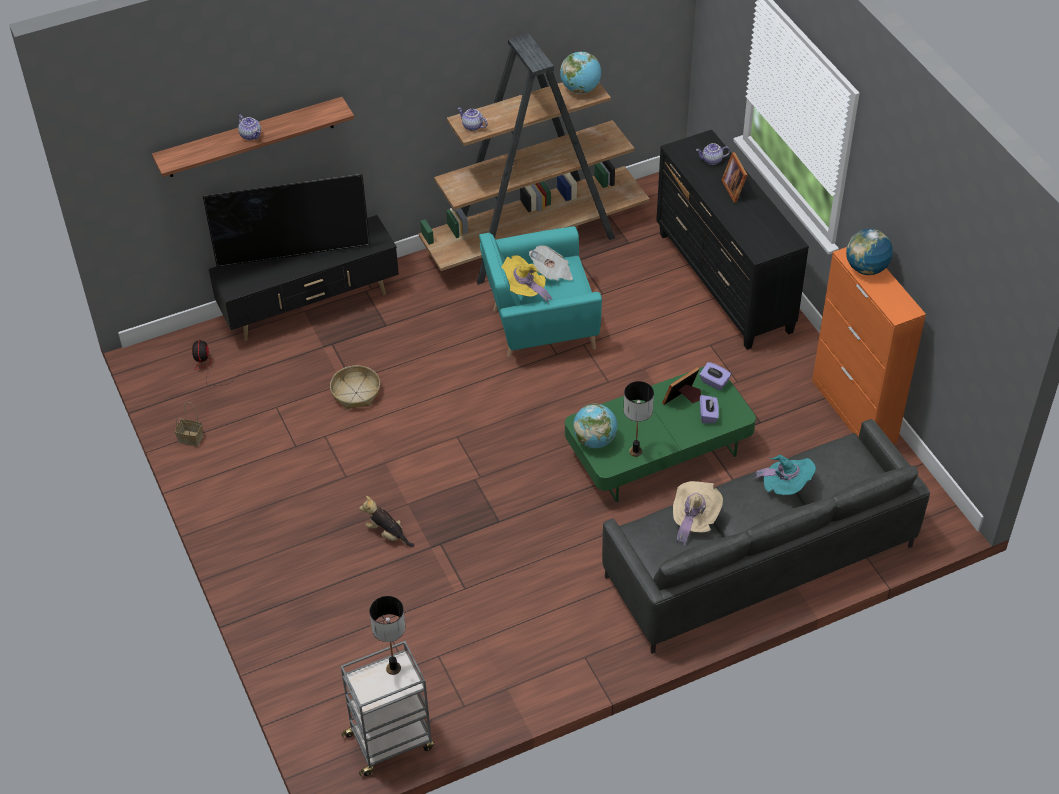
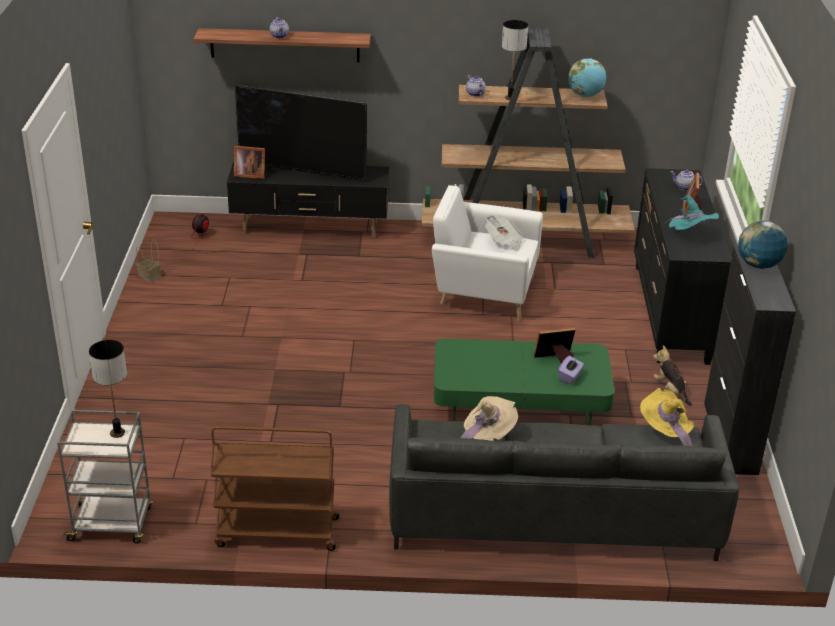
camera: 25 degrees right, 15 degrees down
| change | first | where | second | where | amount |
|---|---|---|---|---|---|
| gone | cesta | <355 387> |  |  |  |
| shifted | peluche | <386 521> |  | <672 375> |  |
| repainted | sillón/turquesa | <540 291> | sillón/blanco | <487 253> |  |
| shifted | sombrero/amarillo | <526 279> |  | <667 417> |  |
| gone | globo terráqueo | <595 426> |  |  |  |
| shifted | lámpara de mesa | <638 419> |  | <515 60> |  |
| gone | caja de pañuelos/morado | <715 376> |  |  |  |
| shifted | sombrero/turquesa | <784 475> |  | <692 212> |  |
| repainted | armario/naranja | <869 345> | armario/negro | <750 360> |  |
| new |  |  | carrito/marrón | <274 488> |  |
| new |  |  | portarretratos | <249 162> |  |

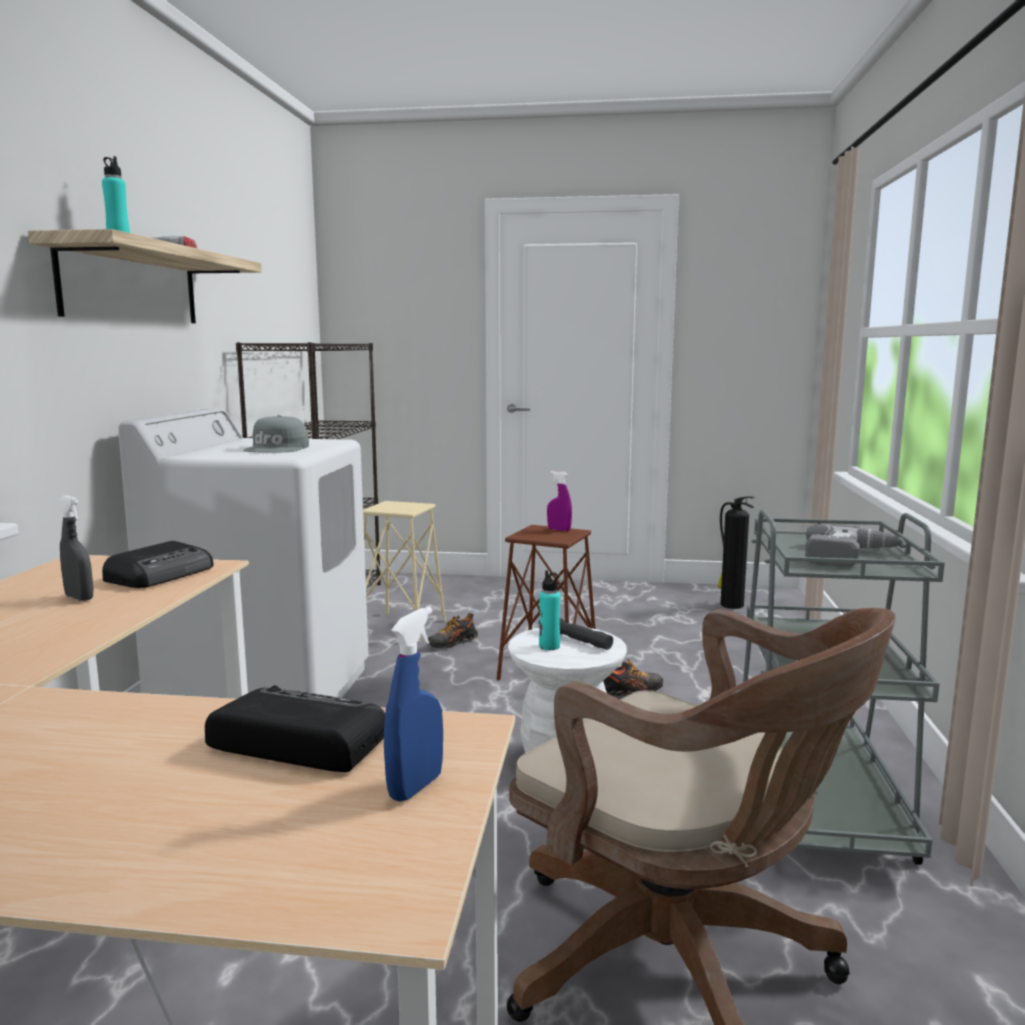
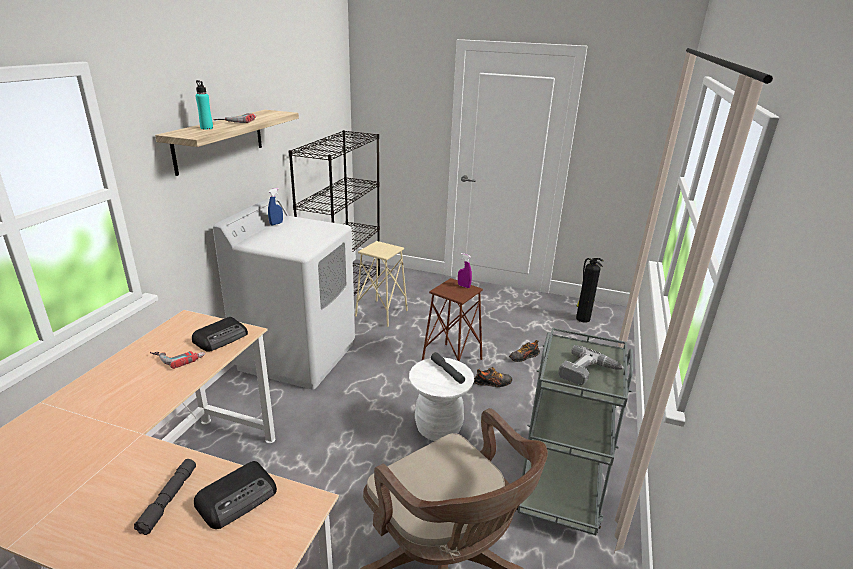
camera: 10 degrees right, 15 degrees up
| change | first | where | second | where | amount |
|---|---|---|---|---|---|
| swapped | pulverizador/gris | <76 548> | taladro | <177 360> |  |
| rotated | radio | <295 729> |  | <235 495> | 105 degrees clockwise |
| gone | gorra/gris | <276 433> |  |  |  |
| shifted | pulverizador/azul | <413 704> |  | <275 206> |  |
| shifted | zapato | <453 631> |  | <524 351> |  |
| gone | botella/turquesa | <550 610> |  |  |  |
| new |  |  | linterna/gris | <165 497> |  |

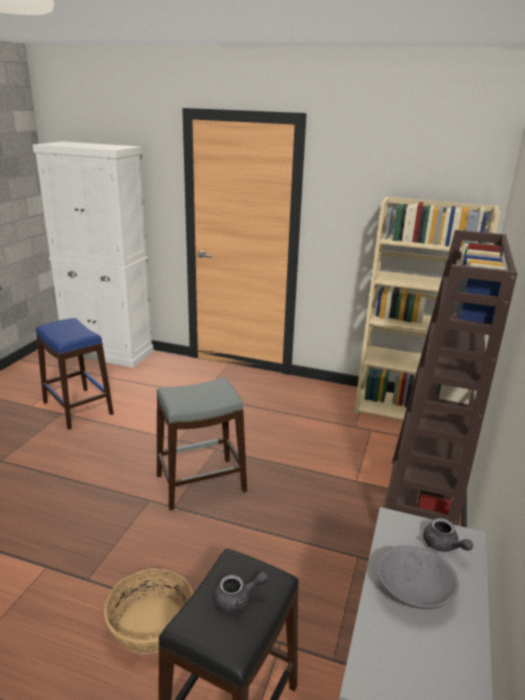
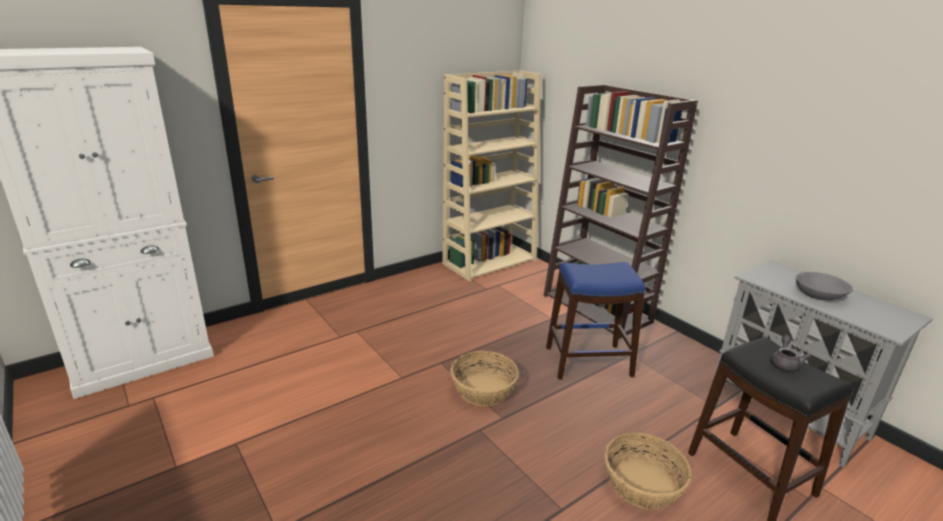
camera: 55 degrees left, 0 degrees up
| change | first | where | second | where | amount |
|---|---|---|---|---|---|
| shifted | taburete/azul | <75 374> |  | <595 321> |  |
| swapped | taburete/gris | <202 444> | cesta | <485 378> |  |
| gone | tetera/gris | <448 535> |  |  |  |

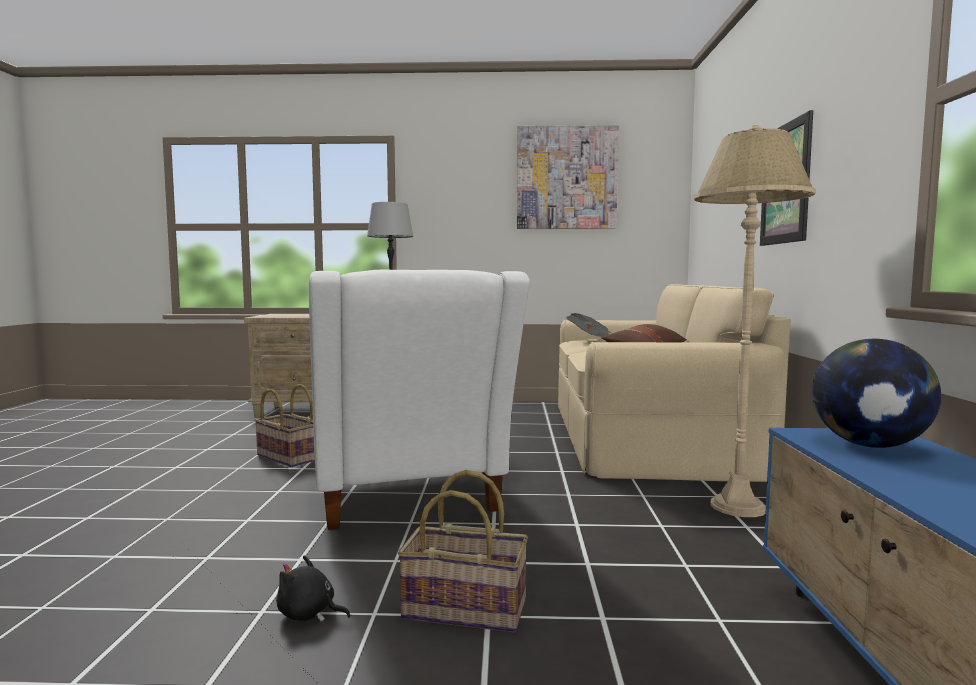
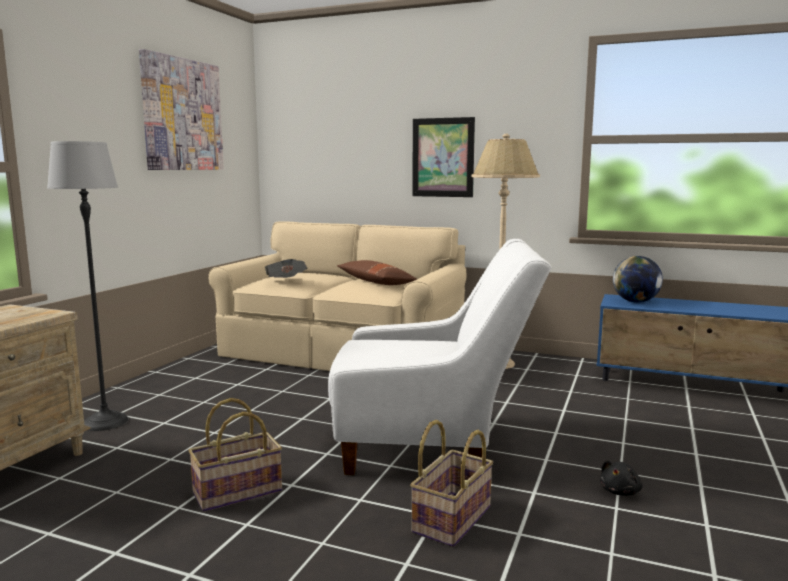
camera: 70 degrees left, 5 degrees up
| change | first | where | second | where | amount |
|---|---|---|---|---|---|
| shifted | cesta | <463 551> |  | <451 483> |  |

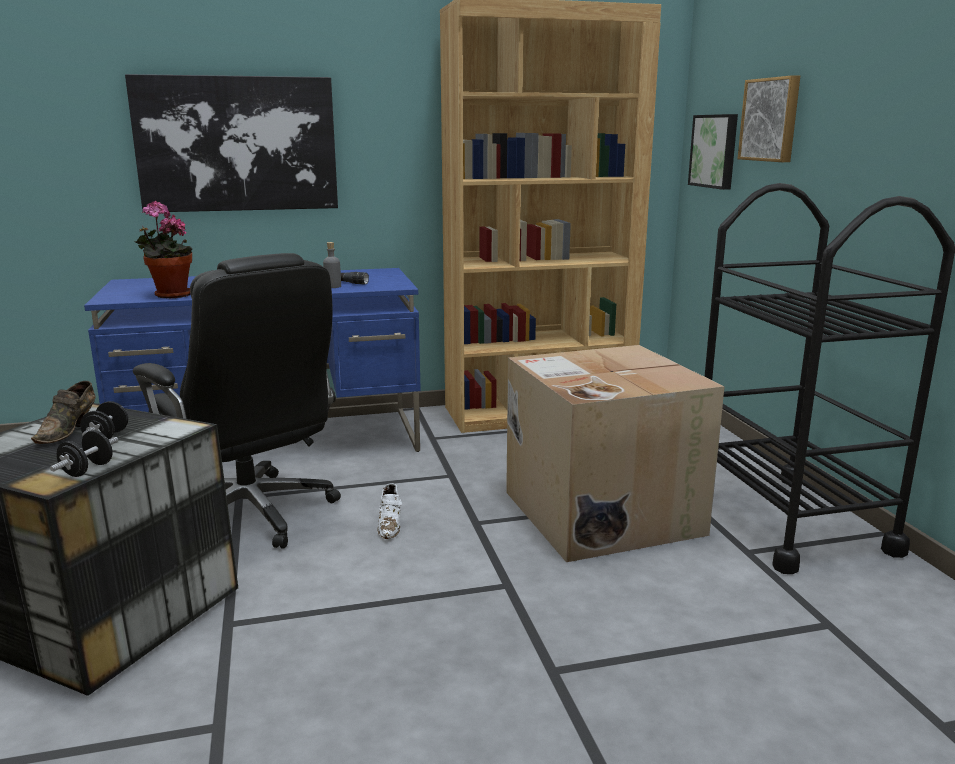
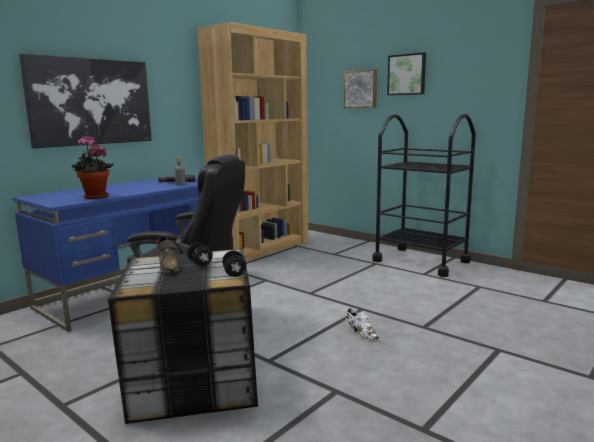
camera: 35 degrees left, 5 degrees down
| change | first | where | second | where | amount |
|---|---|---|---|---|---|
| shifted | zapato/blanco | <389 511> |  | <362 324> |  |
| gone | caja de cartón | <615 453> |  |  |  |
| shifted | cuadro | <713 152> |  | <406 74> |  |

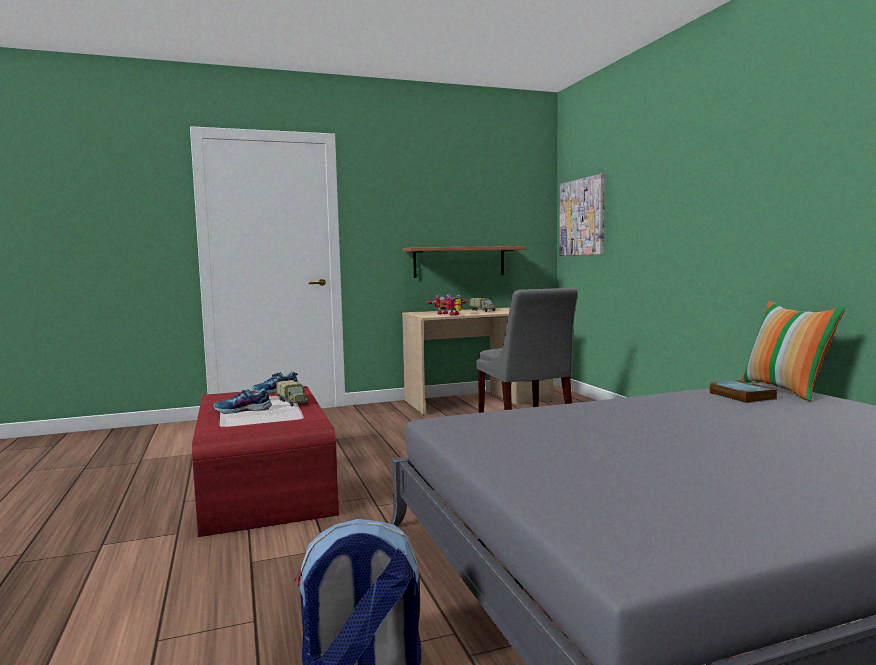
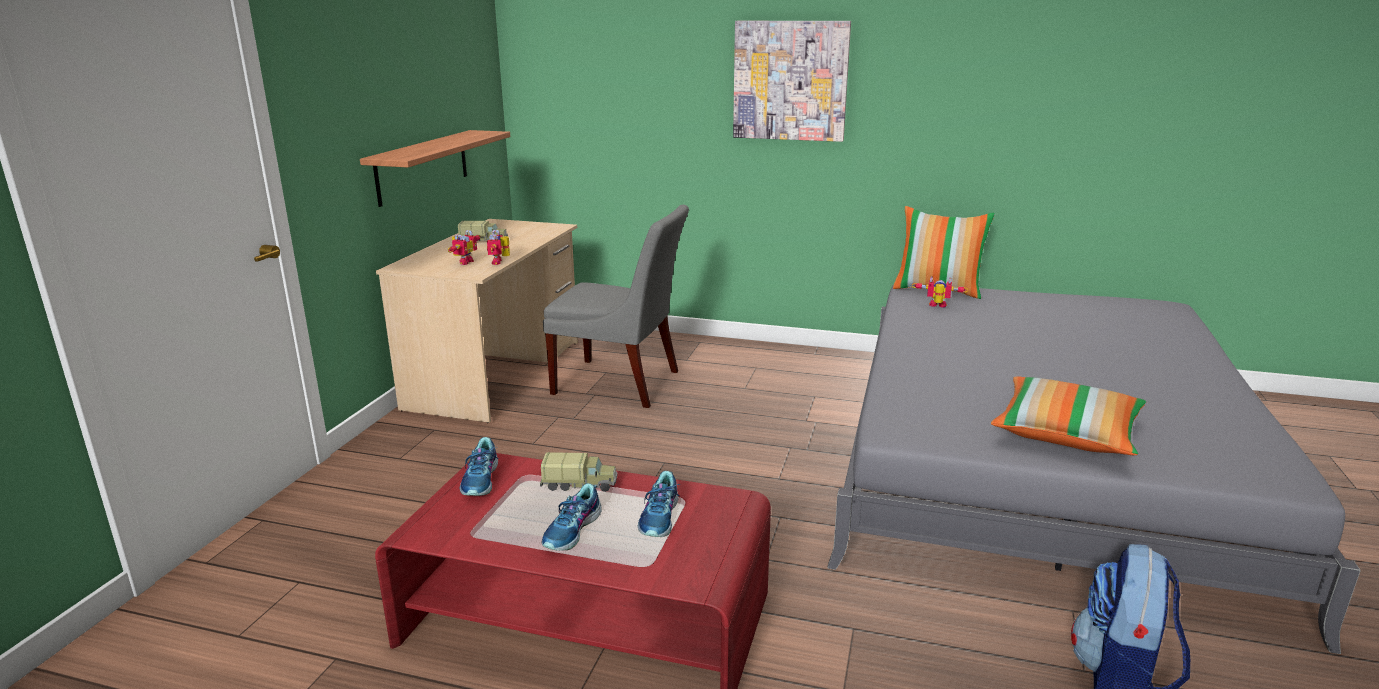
camera: 55 degrees left, 15 degrees up
| change | first | where | second | where | amount |
|---|---|---|---|---|---|
| shifted | cuadro | <582 215> |  | <792 81> |  |
| swapped | libro | <743 391> | robot de juguete | <940 291> |  |
| new |  |  | zapato | <659 504> |  |
| new |  |  | cojín | <1068 415> |  |

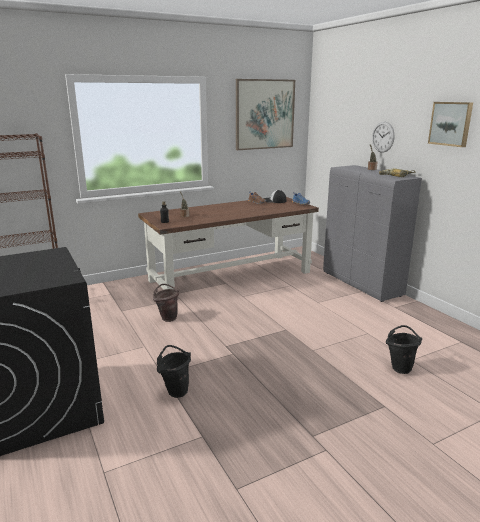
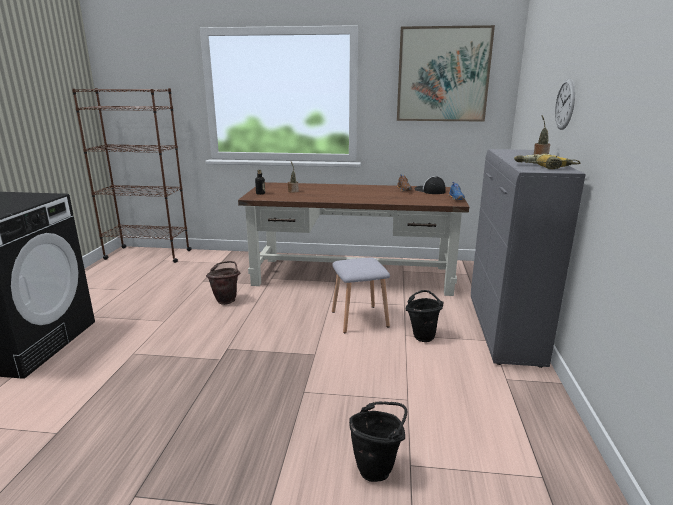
camera: 35 degrees right, 0 degrees up
| change | first | where | second | where | amount |
|---|---|---|---|---|---|
| shifted | cubo/negro | <174 371> |  | <425 316> |  |
| gone | cuadro | <450 124> |  |  |  |
| new |  |  | taburete/gris | <361 295> |  |

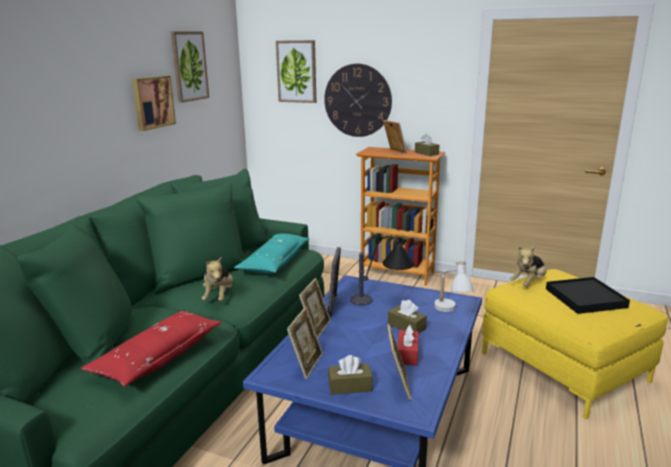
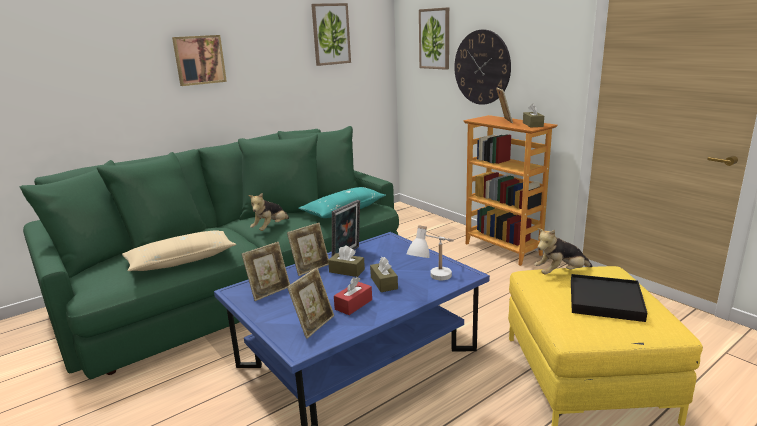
camera: 30 degrees right, 0 degrees up
| change | first | where | second | where | amount |
|---|---|---|---|---|---|
| repainted | cojín/rojo | <151 349> | cojín/beis | <179 250> |  |
| shifted | cuadro | <154 103> |  | <199 60> |  |
| shifted | caja de pañuelos/marrón | <350 375> |  | <346 261> |  |
| gone | lámpara de mesa | <382 270> |  |  |  |

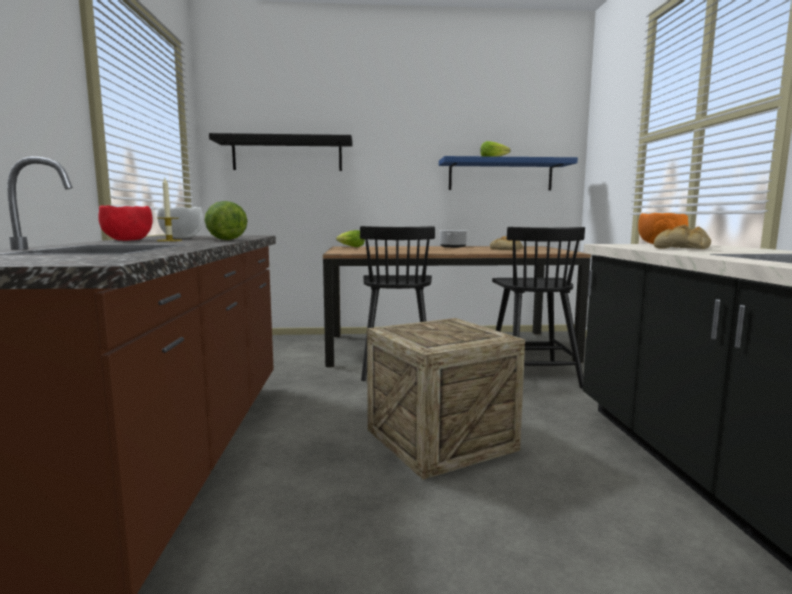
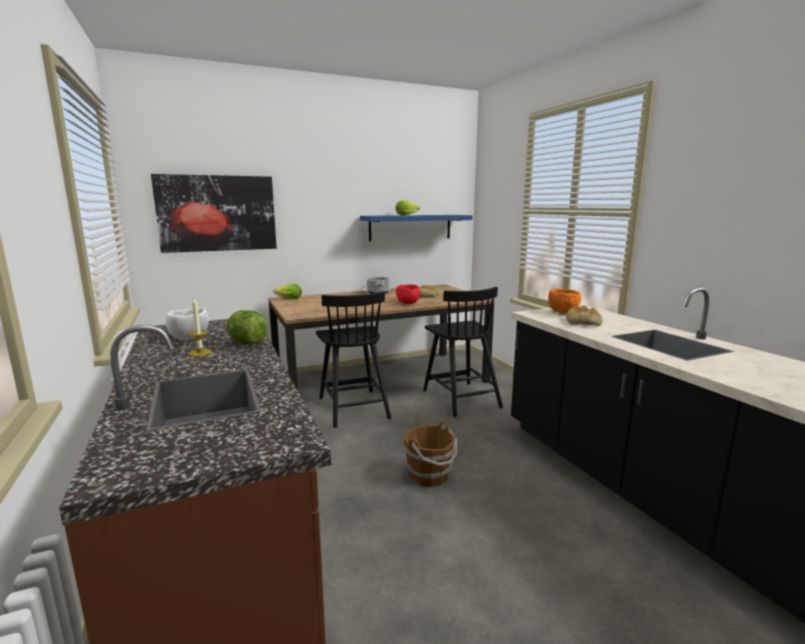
camera: 20 degrees left, 5 degrees up
| change | first | where | second | where | amount |
|---|---|---|---|---|---|
| shifted | cuenco/rojo | <125 223> |  | <408 294> |  |
| swapped | estante/negro | <280 152> | cuadro | <214 213> |  |
| swapped | caja de embalaje | <446 399> | cubo/marrón | <430 454> |  |

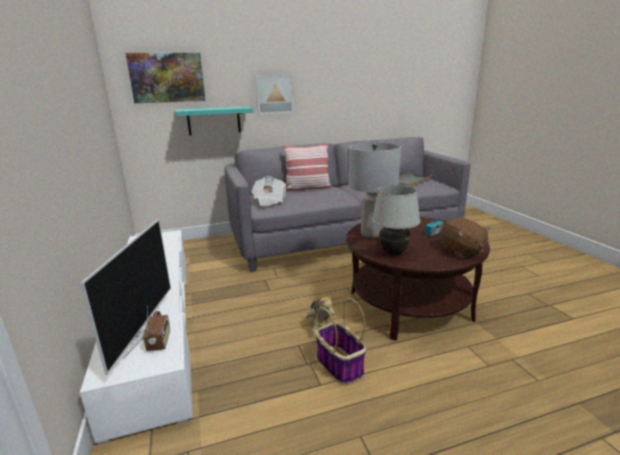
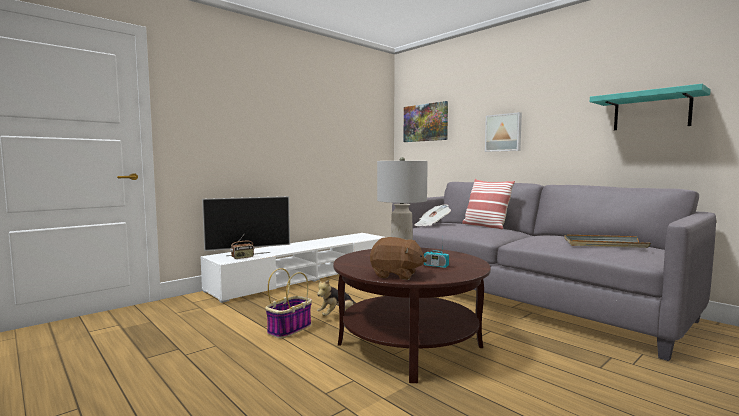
camera: 65 degrees right, 15 degrees down
| change | first | where | second | where | amount |
|---|---|---|---|---|---|
| shifted | estante/turquesa | <214 121> |  | <650 107> |  |
| gone | lámpara de mesa/blanco | <396 220> |  |  |  |
| rotated | peluche/marrón | <466 237> |  | <398 258> | 120 degrees counterclockwise |

